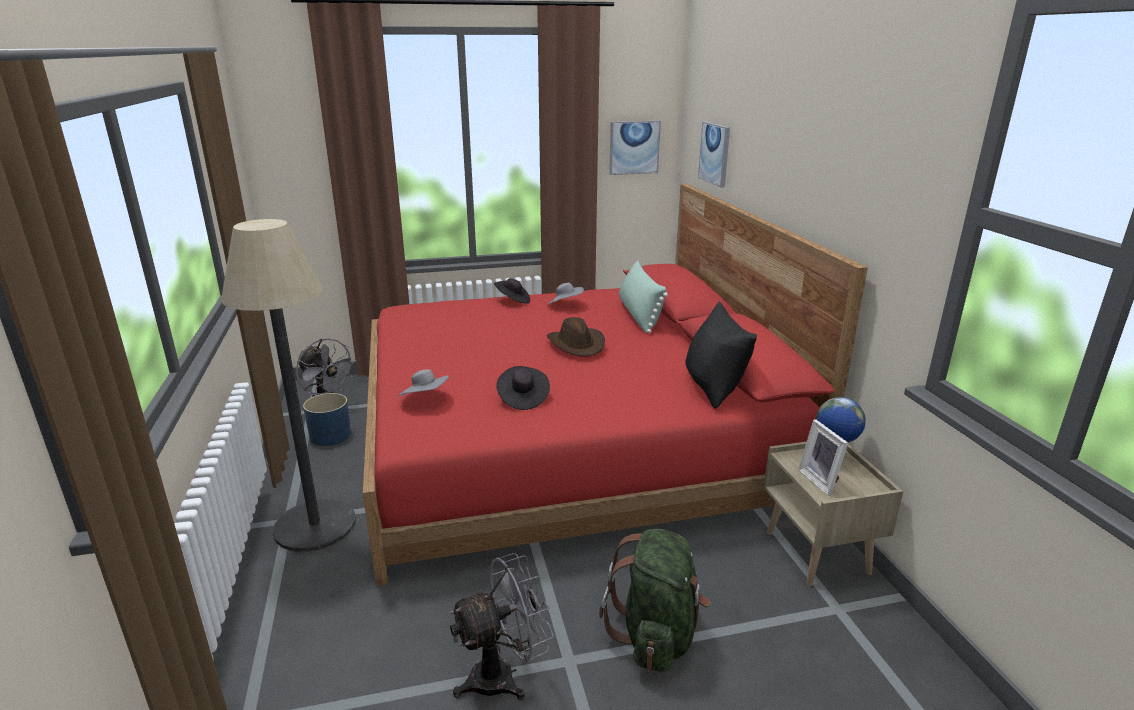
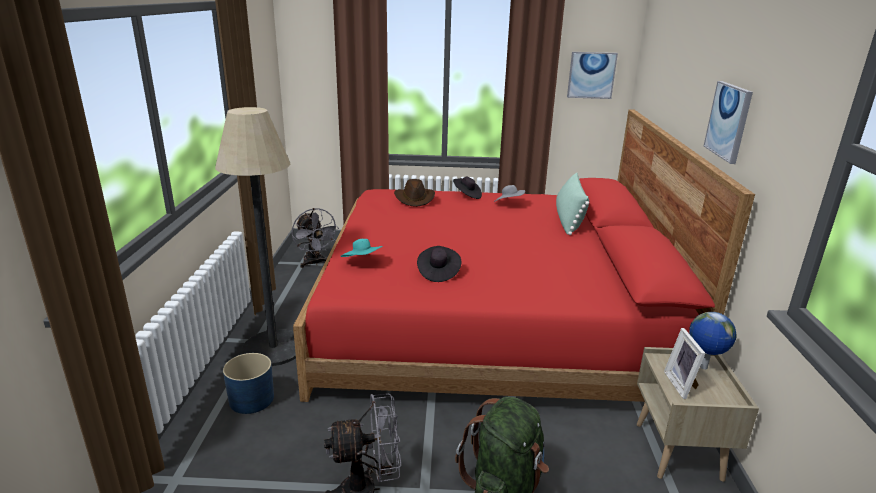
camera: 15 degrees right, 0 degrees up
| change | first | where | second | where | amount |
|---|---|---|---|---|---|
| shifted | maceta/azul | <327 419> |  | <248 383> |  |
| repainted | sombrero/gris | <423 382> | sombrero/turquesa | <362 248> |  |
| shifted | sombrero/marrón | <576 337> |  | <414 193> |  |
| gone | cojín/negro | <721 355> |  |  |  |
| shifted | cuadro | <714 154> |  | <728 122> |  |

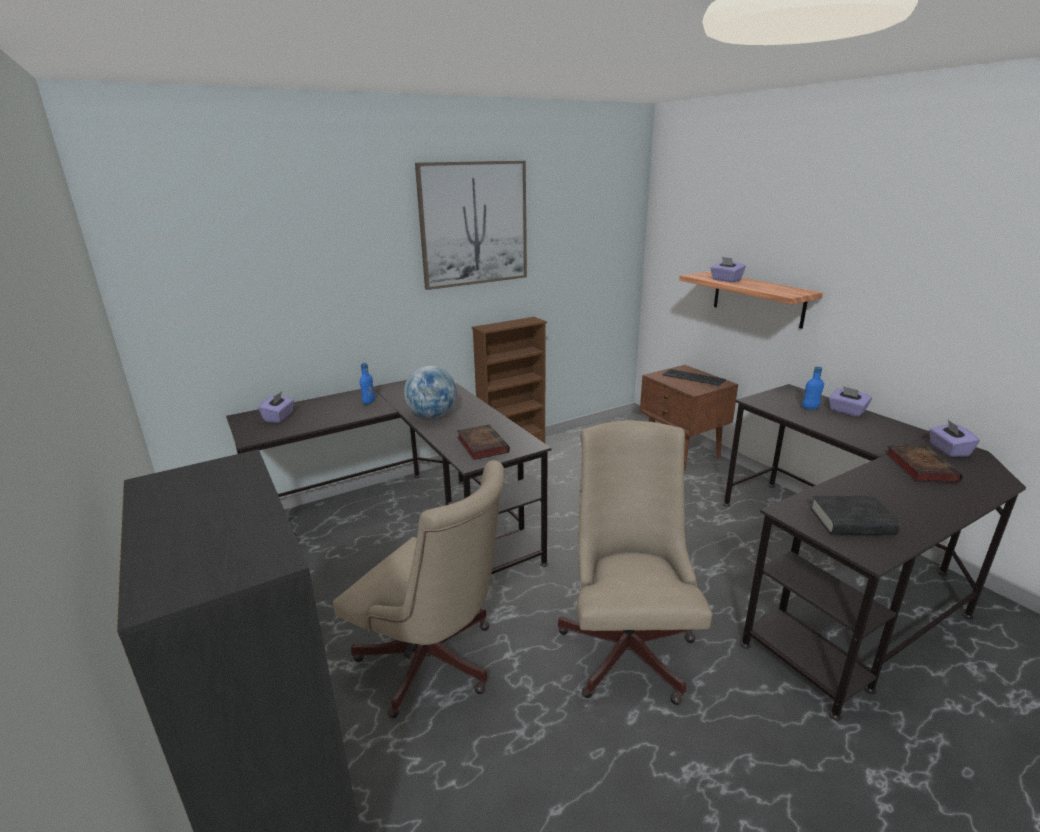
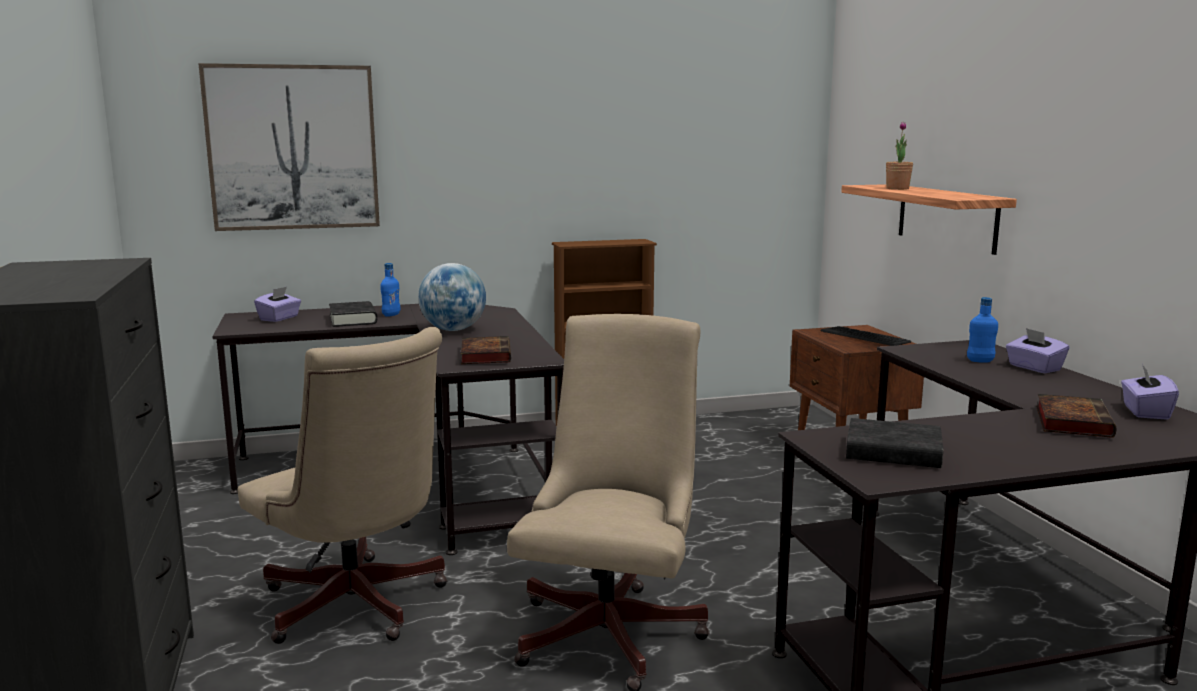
camera: 15 degrees right, 10 degrees down
| change | first | where | second | where | amount |
|---|---|---|---|---|---|
| shifted | cuadro | <471 225> |  | <289 147> |  |
| swapped | caja de pañuelos/morado | <728 269> | planta en maceta | <899 156> |  |
| new |  |  | libro/negro | <353 314> |  |

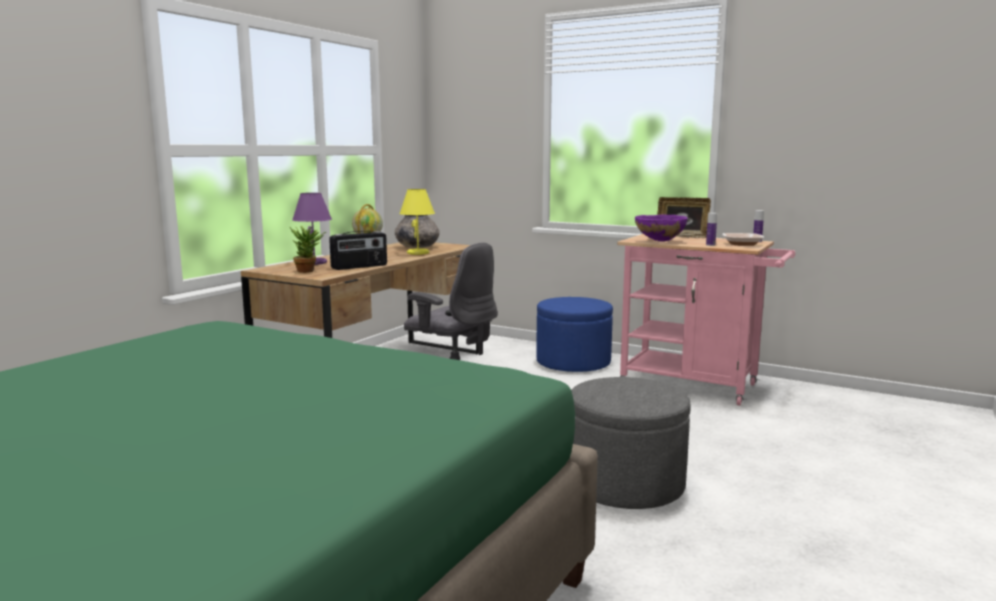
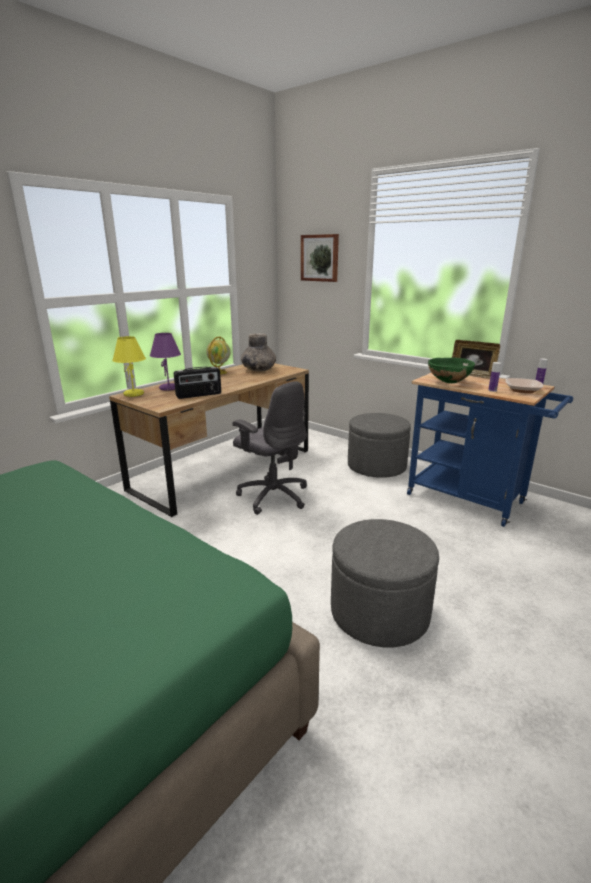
camera: 10 degrees right, 10 degrees up
| change | first | where | second | where | amount |
|---|---|---|---|---|---|
| gone | planta en maceta | <308 249> |  |  |  |
| shifted | lámpara de mesa/amarillo | <417 222> |  | <129 366> |  |
| repainted | puf/azul | <574 334> | puf/gris | <379 445> |  |
| repainted | carrito/rosa | <706 319> | carrito/azul | <490 450> |  |
| repainted | cuenco/morado | <661 228> | cuenco/verde | <451 370> |  |
| new |  |  | cuadro | <320 258> |  |

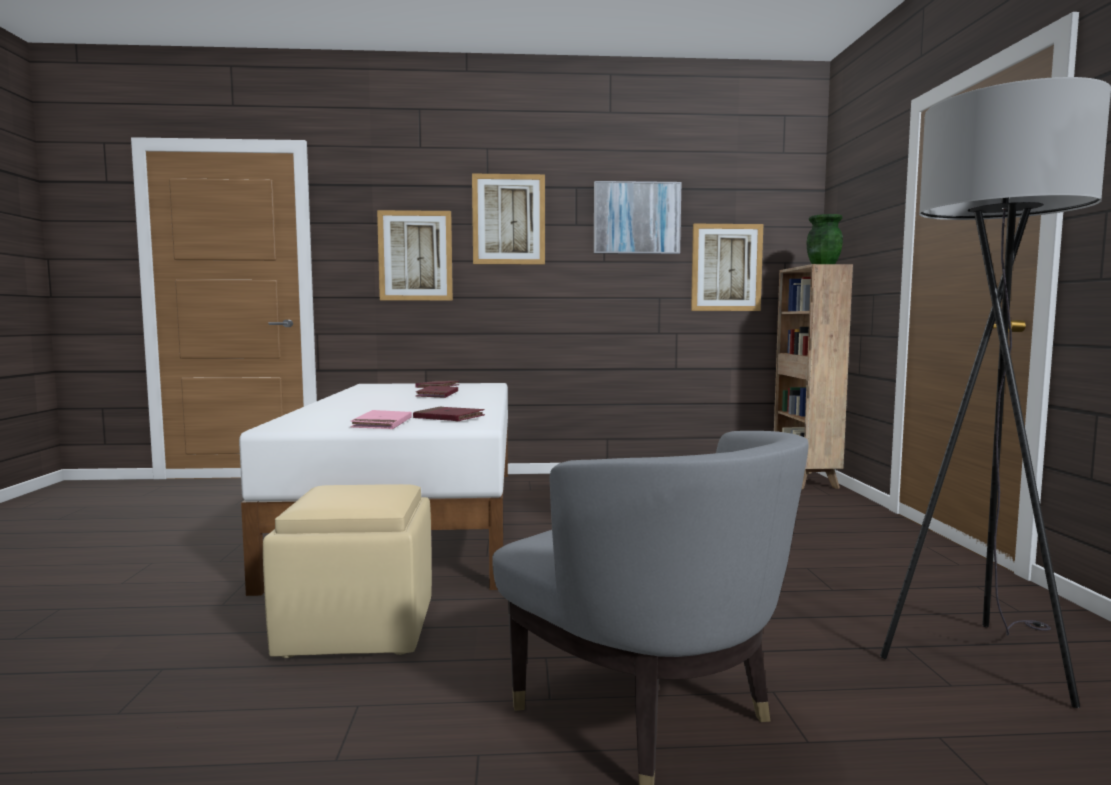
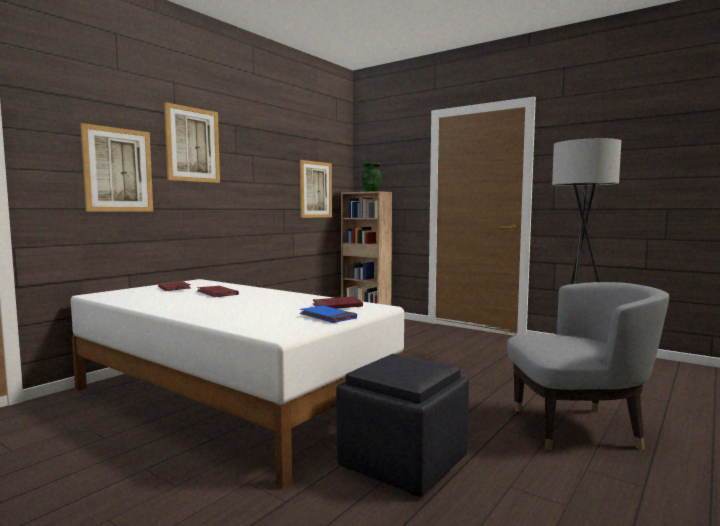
camera: 50 degrees left, 0 degrees up
| change | first | where | second | where | amount |
|---|---|---|---|---|---|
| repainted | puf/beis | <347 571> | puf/negro | <402 425> |  |
| repainted | libro/rosa | <381 419> | libro/azul | <328 314> |  |
| gone | cuadro | <637 217> |  |  |  |

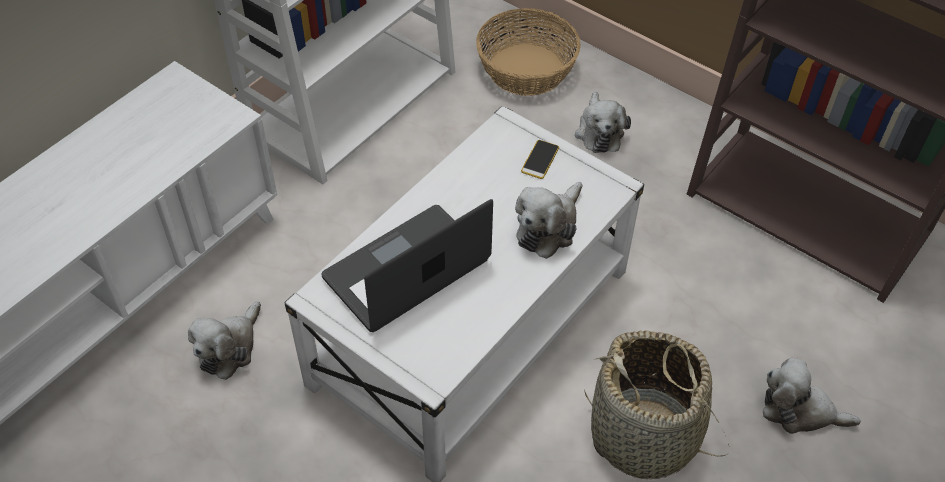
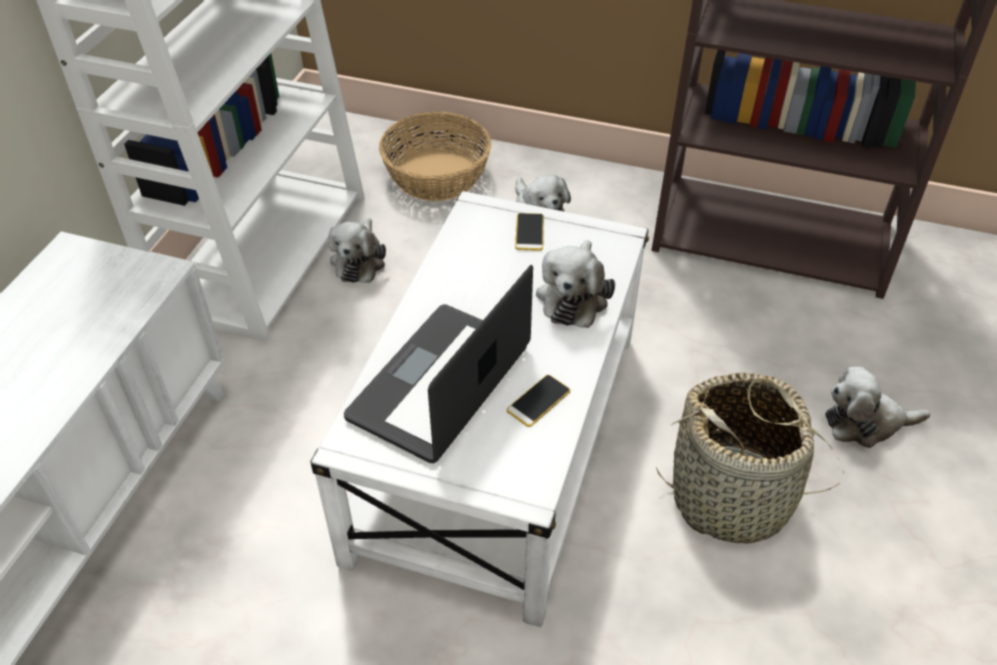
camera: 20 degrees left, 5 degrees down
| change | first | where | second | where | amount |
|---|---|---|---|---|---|
| shifted | peluche | <224 340> |  | <357 250> |  |
| new |  |  | móvil | <539 401> |  |

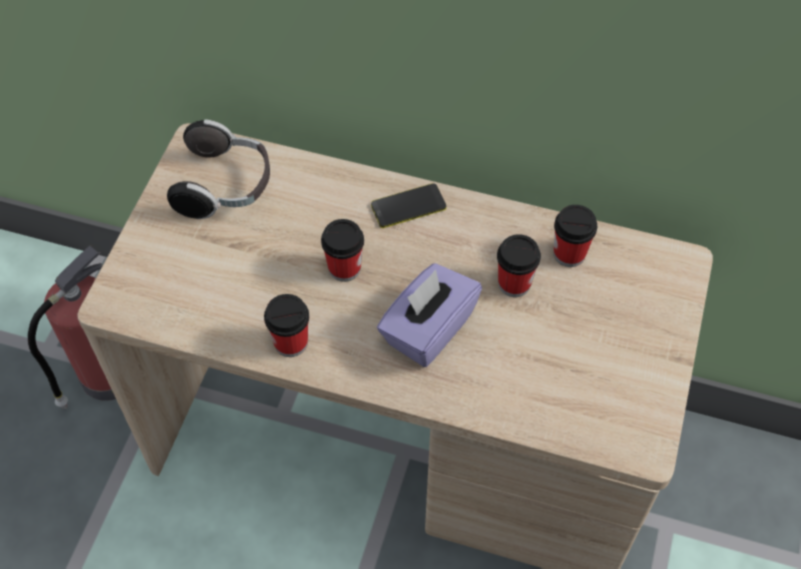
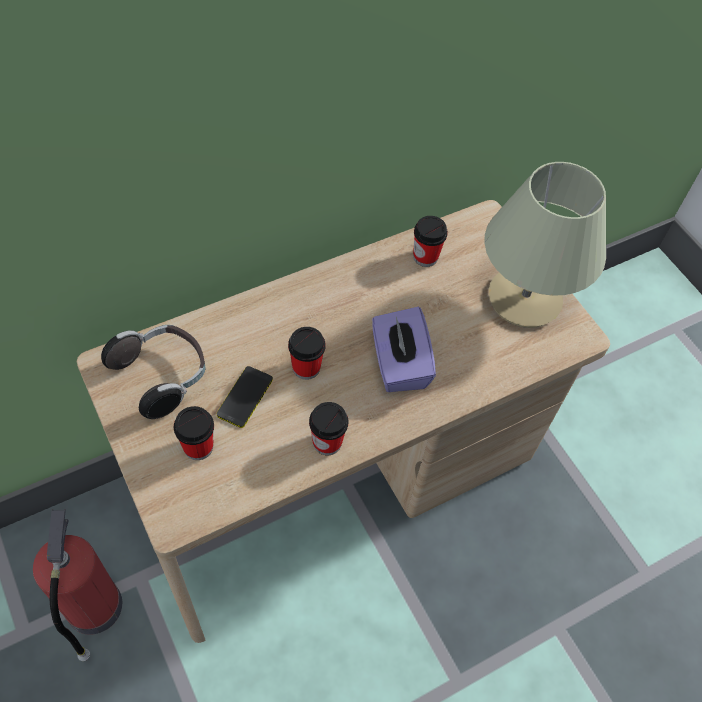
camera: 50 degrees left, 0 degrees up
| change | first | where | second | where | amount |
|---|---|---|---|---|---|
| shifted | móvil | <409 205> |  | <245 397> |  |
| shifted | taza | <519 265> |  | <194 433> |  |
| new |  |  | lámpara de mesa/beis | <545 245> |  |

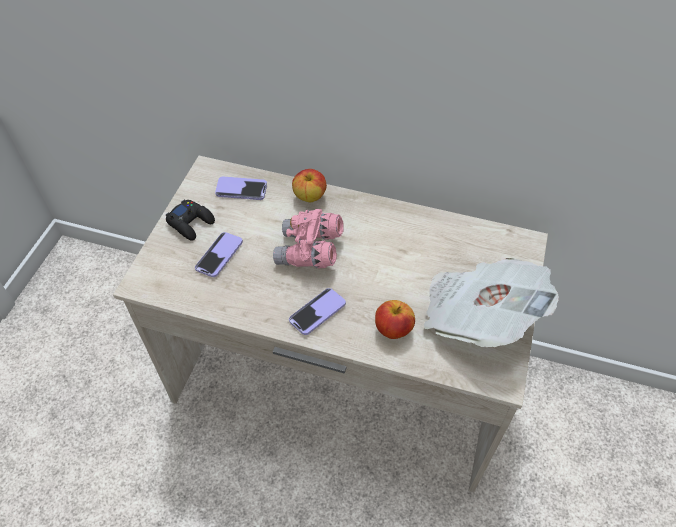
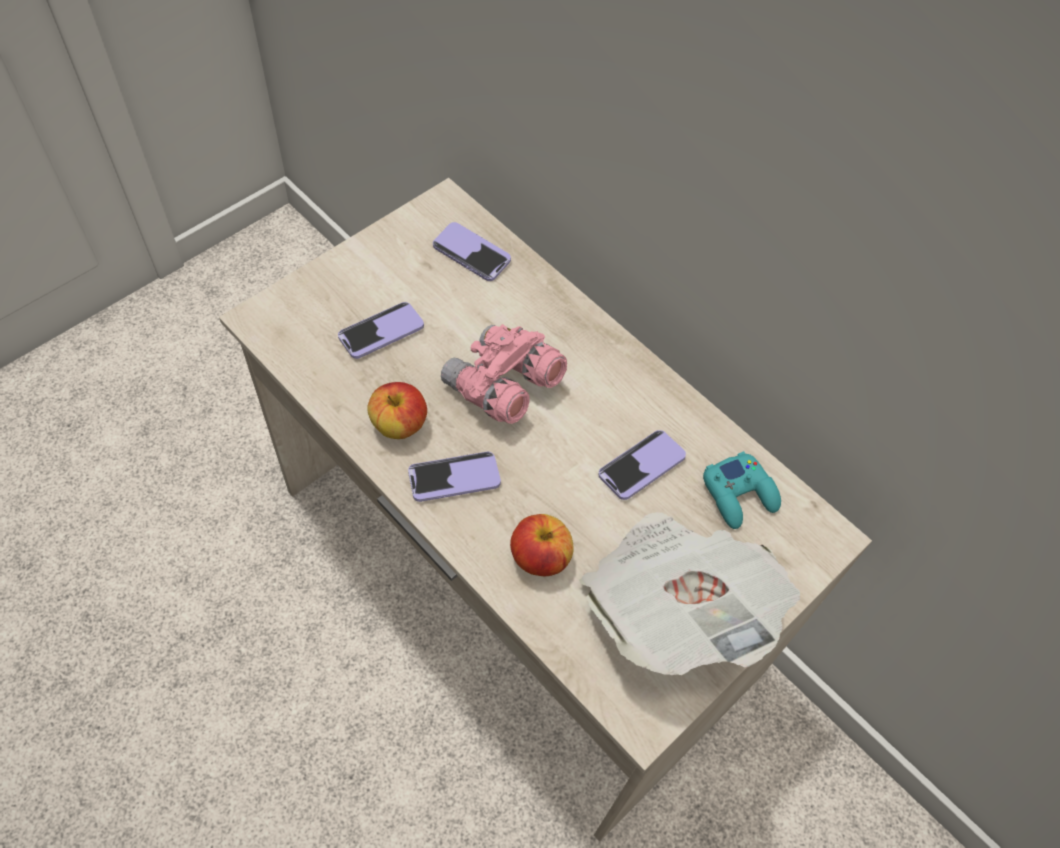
camera: 25 degrees right, 5 degrees up
| change | first | where | second | where | amount |
|---|---|---|---|---|---|
| gone | mando de consola/negro | <190 220> |  |  |  |
| shifted | manzana | <309 185> |  | <397 410> |  |
| new |  |  | móvil | <642 465> |  |
| new |  |  | mando de consola/turquesa | <742 490> |  |

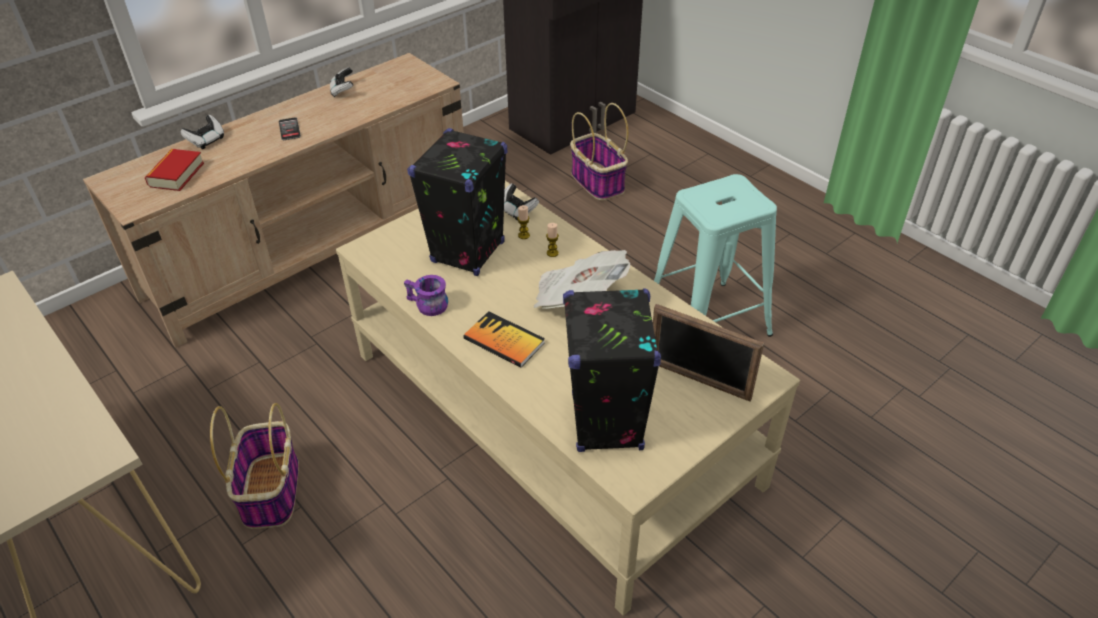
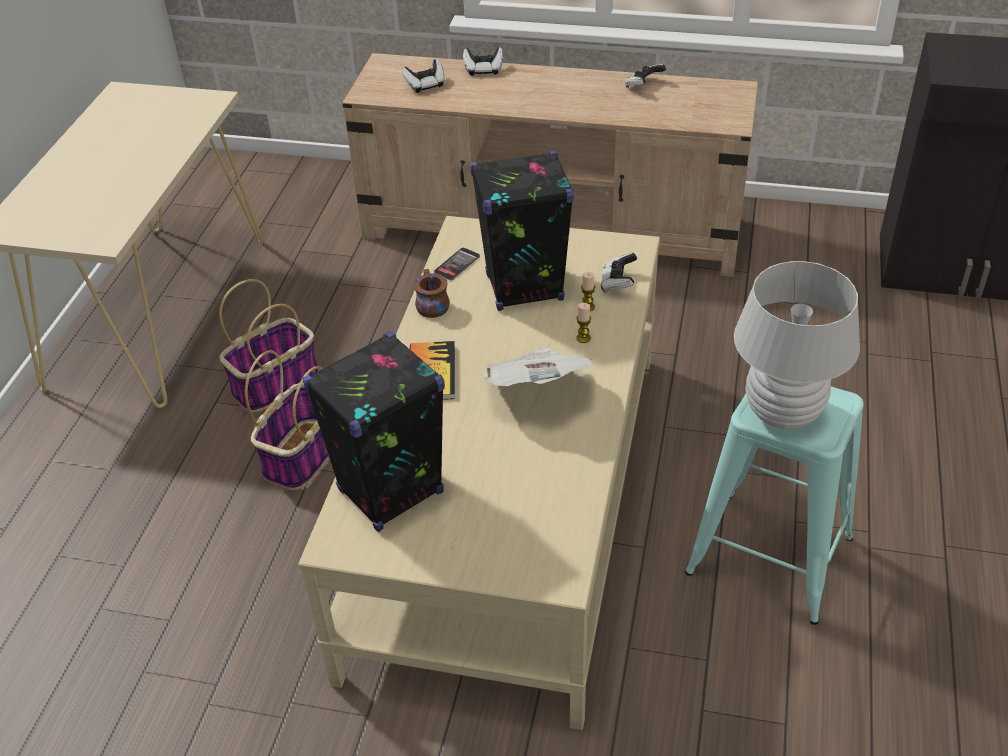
camera: 55 degrees right, 0 degrees up
| change | first | where | second | where | amount |
|---|---|---|---|---|---|
| swapped | libro | <174 170> | mando de consola | <423 76> |  |
| shifted | móvil | <290 128> |  | <457 264> |  |
| repainted | taza grande/morado | <426 295> | taza grande/marrón | <432 293> |  |
| shifted | cesta | <599 151> |  | <287 420> |  |
| gone | portarretratos | <708 352> |  |  |  |
| new |  |  | lámpara de mesa/blanco | <797 345> |  |

